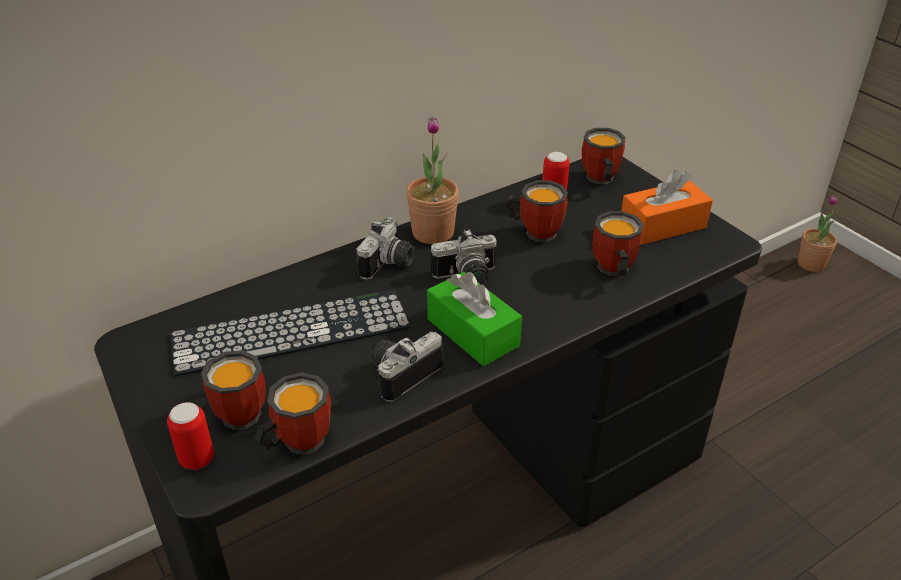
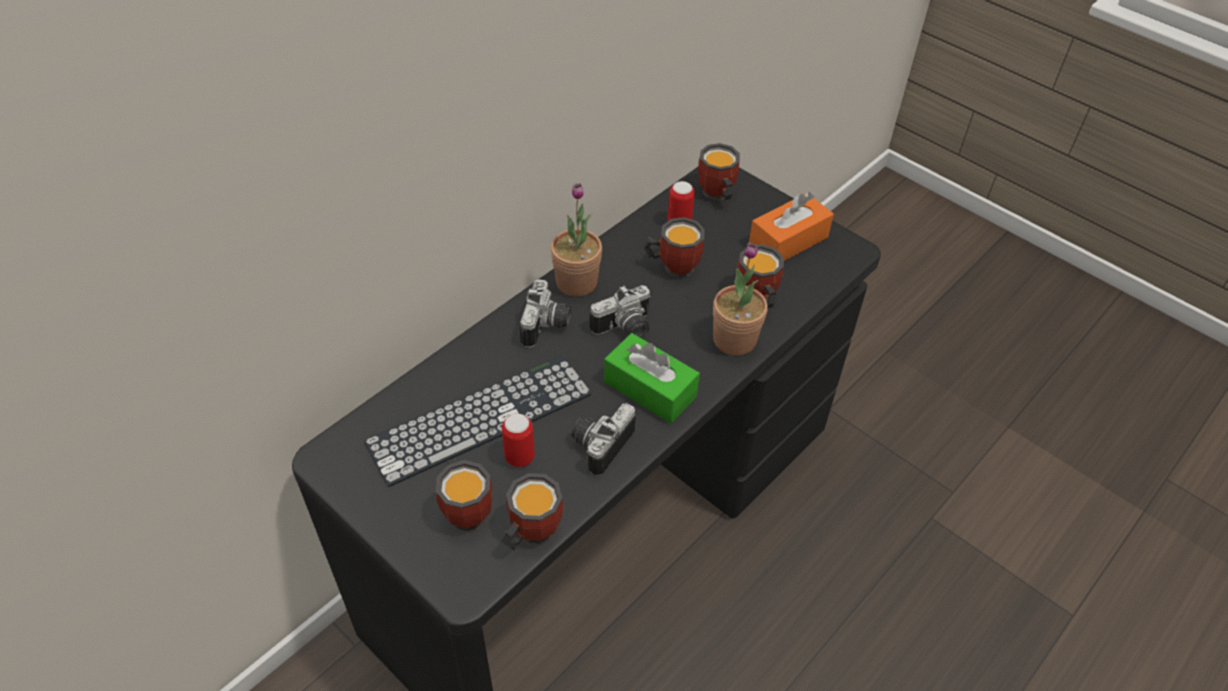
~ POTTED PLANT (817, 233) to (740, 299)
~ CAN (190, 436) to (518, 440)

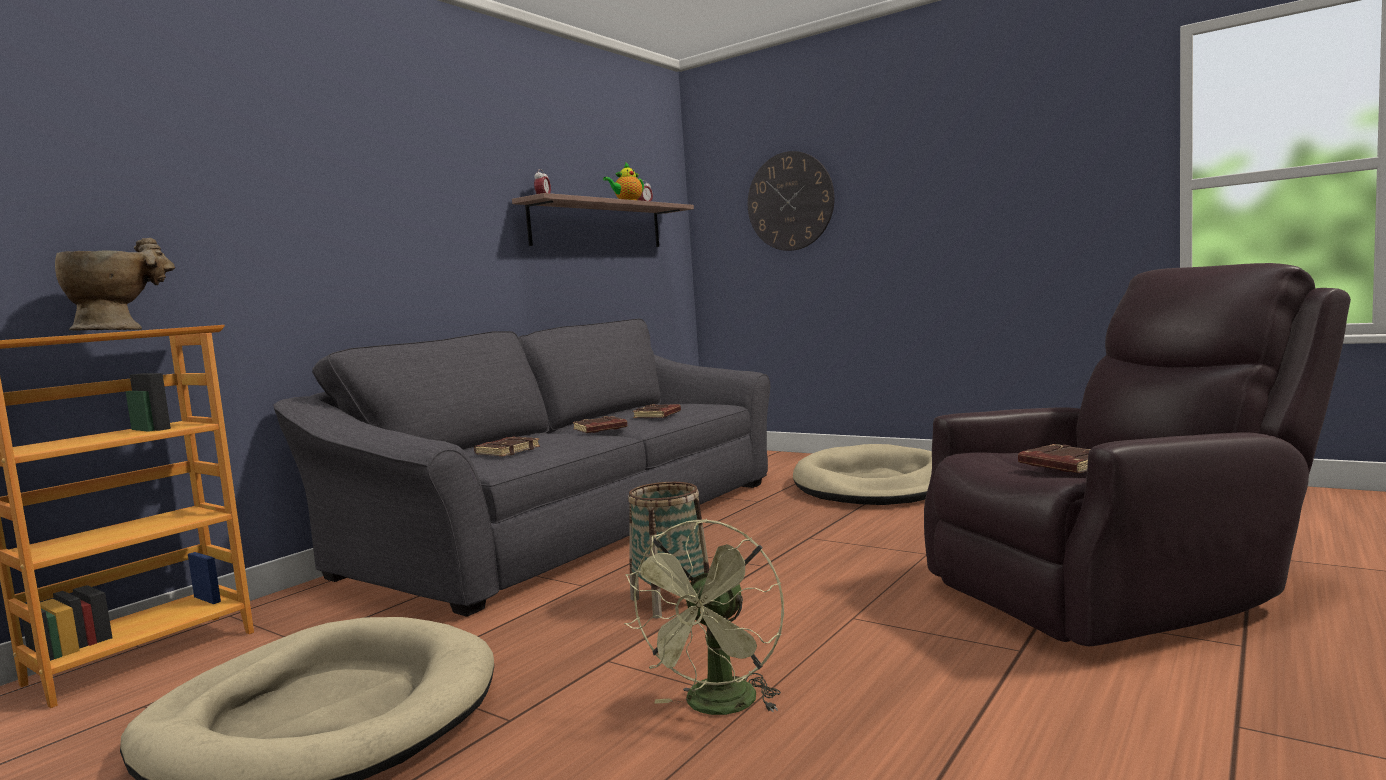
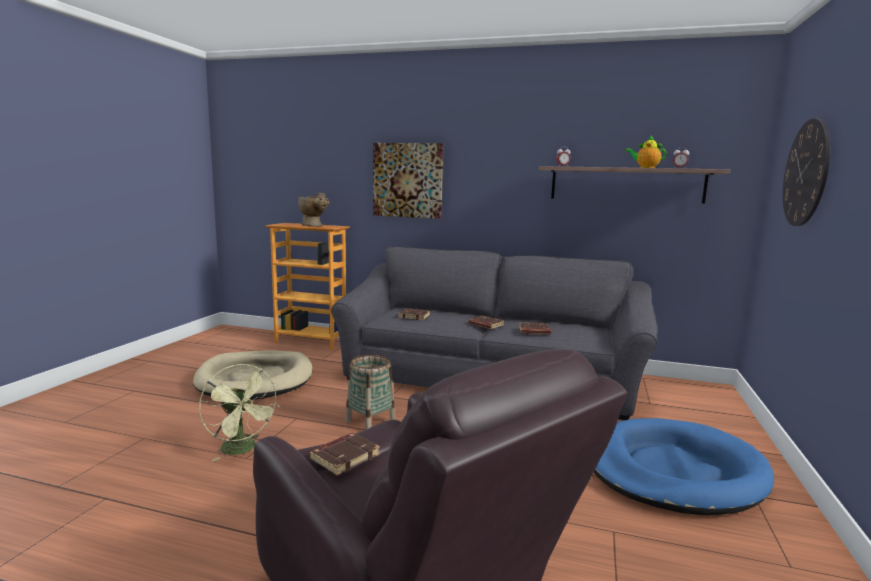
~ BEIGE DOG BED (862, 474) to BLUE DOG BED (684, 466)
~ GREEN FAN (704, 617) = (239, 412) 135 degrees counterclockwise
+ PICTURE (408, 181)

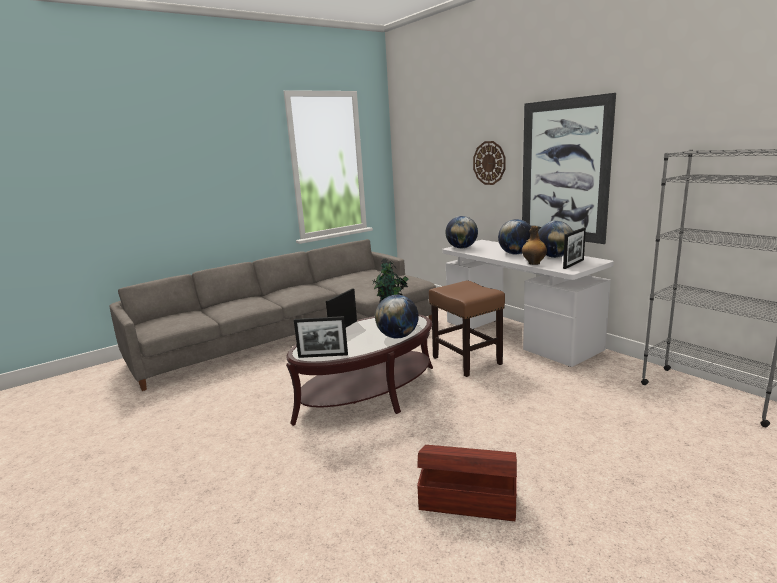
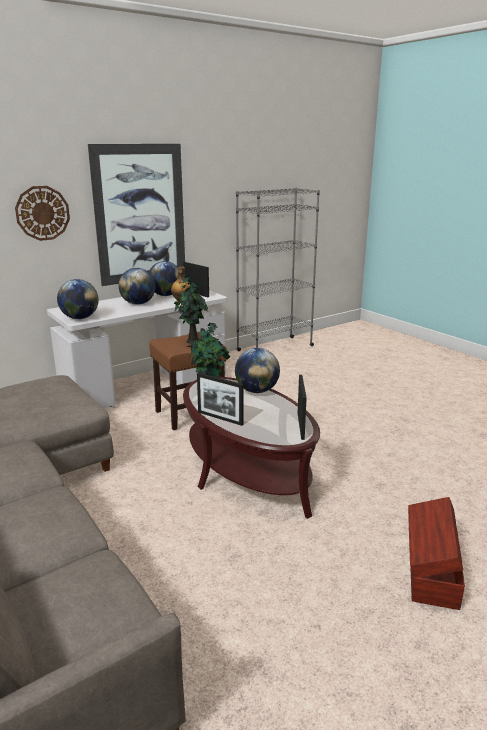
~ BROWN STORAGE BOX (467, 483) to (436, 553)
+ POTTED PLANT (191, 309)

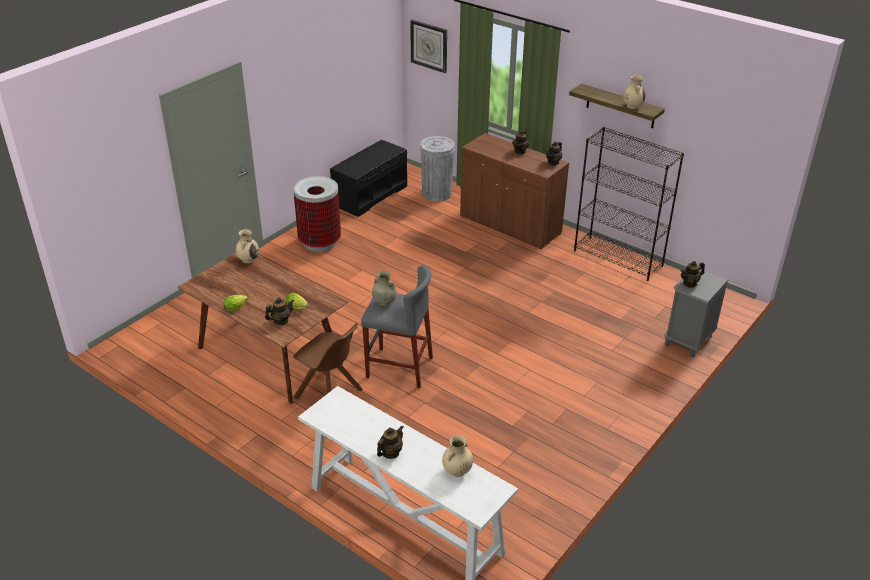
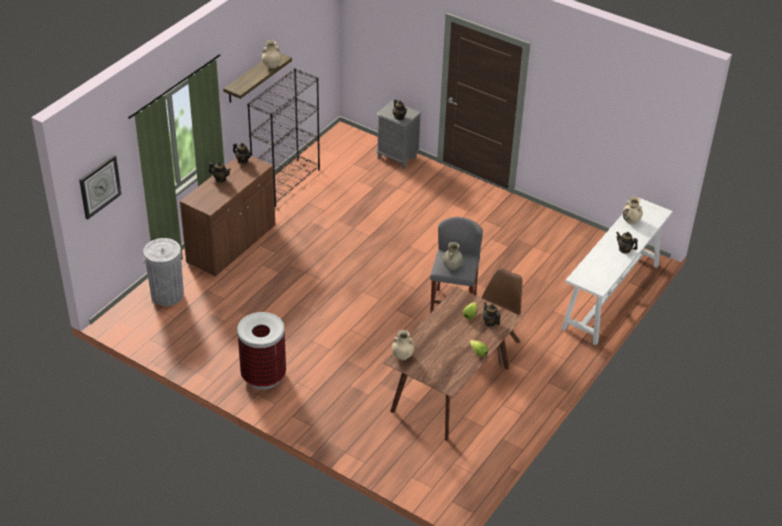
- BLACK BENCH (368, 178)

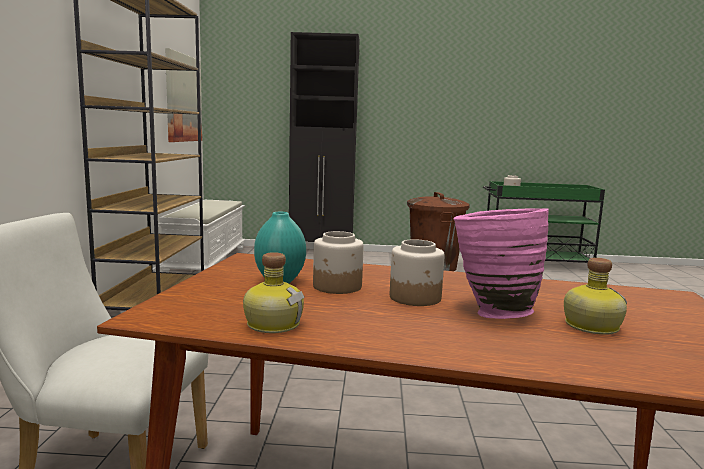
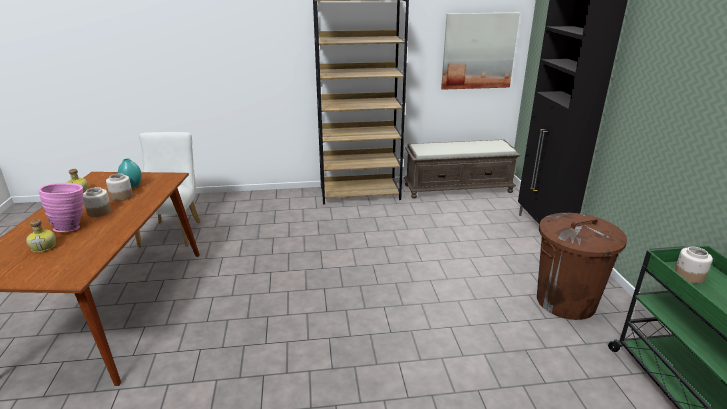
~ WHITE BENCH (201, 236) to BROWN BENCH (462, 168)

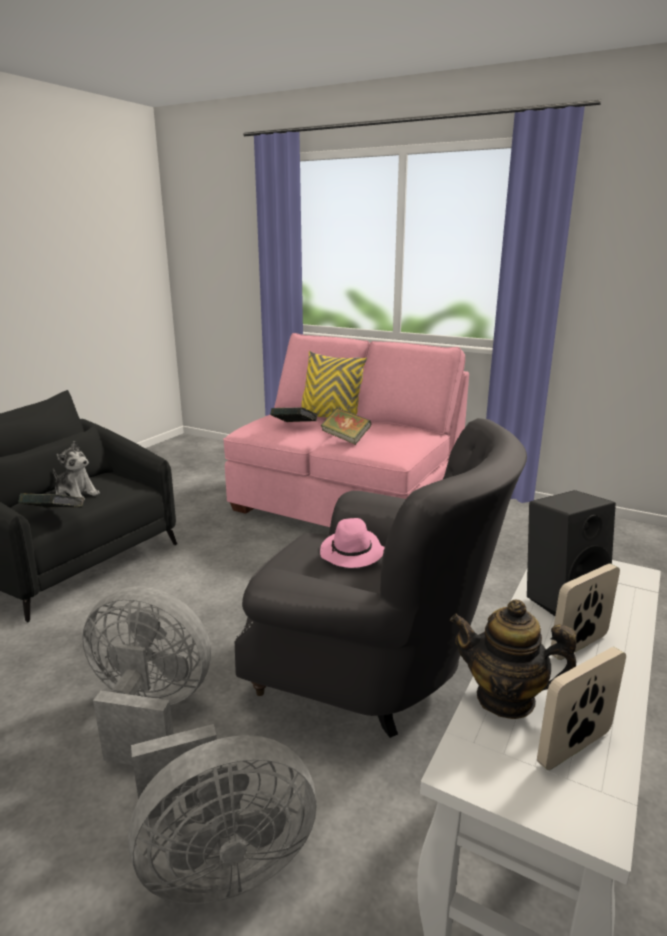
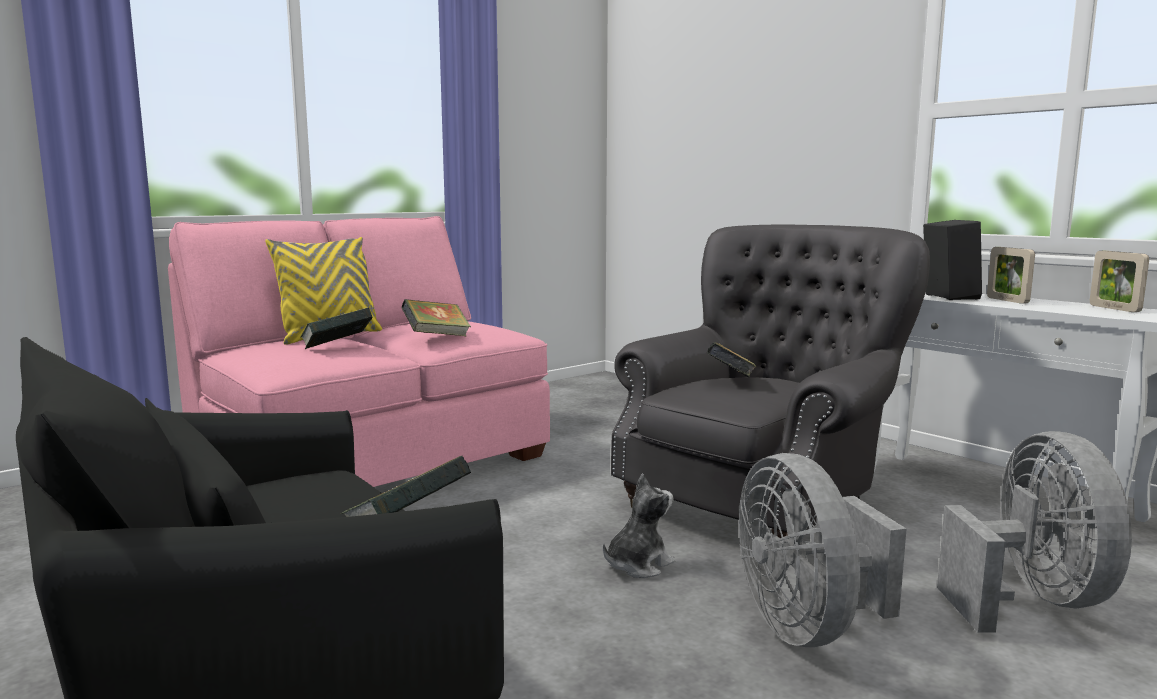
~ PLUSH TOY (76, 471) to (639, 525)
~ PINK HAT (352, 543) to BOOK (731, 359)
~ GREY FAN (146, 675) = (822, 550) 45 degrees counterclockwise
- TEAPOT (513, 659)

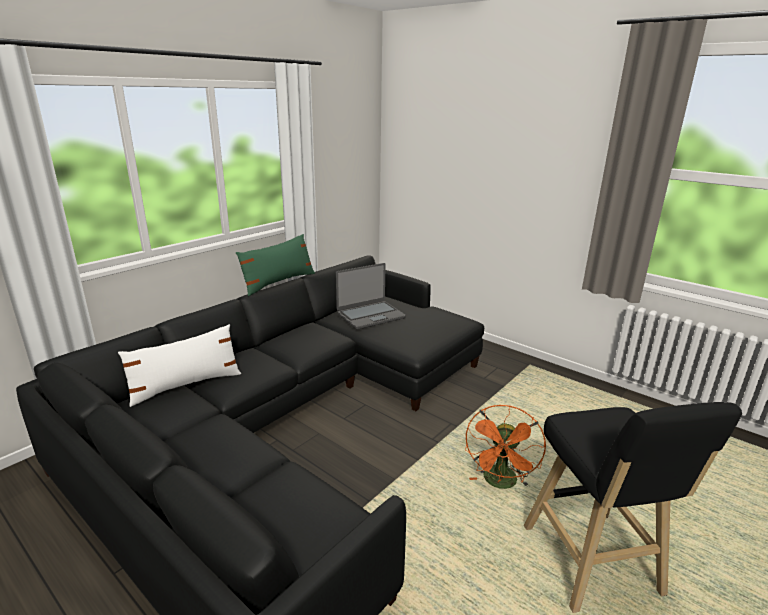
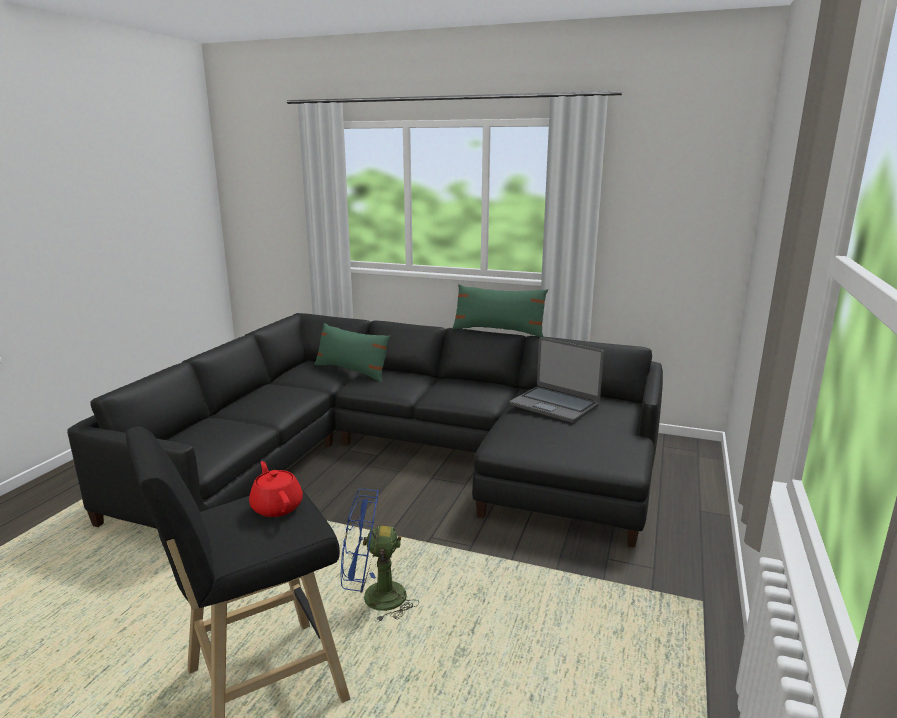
~ WHITE PILLOW (180, 365) to GREEN PILLOW (352, 352)
~ ORANGE FAN (505, 447) to BLUE FAN (380, 555)
+ RED TEAPOT (276, 489)

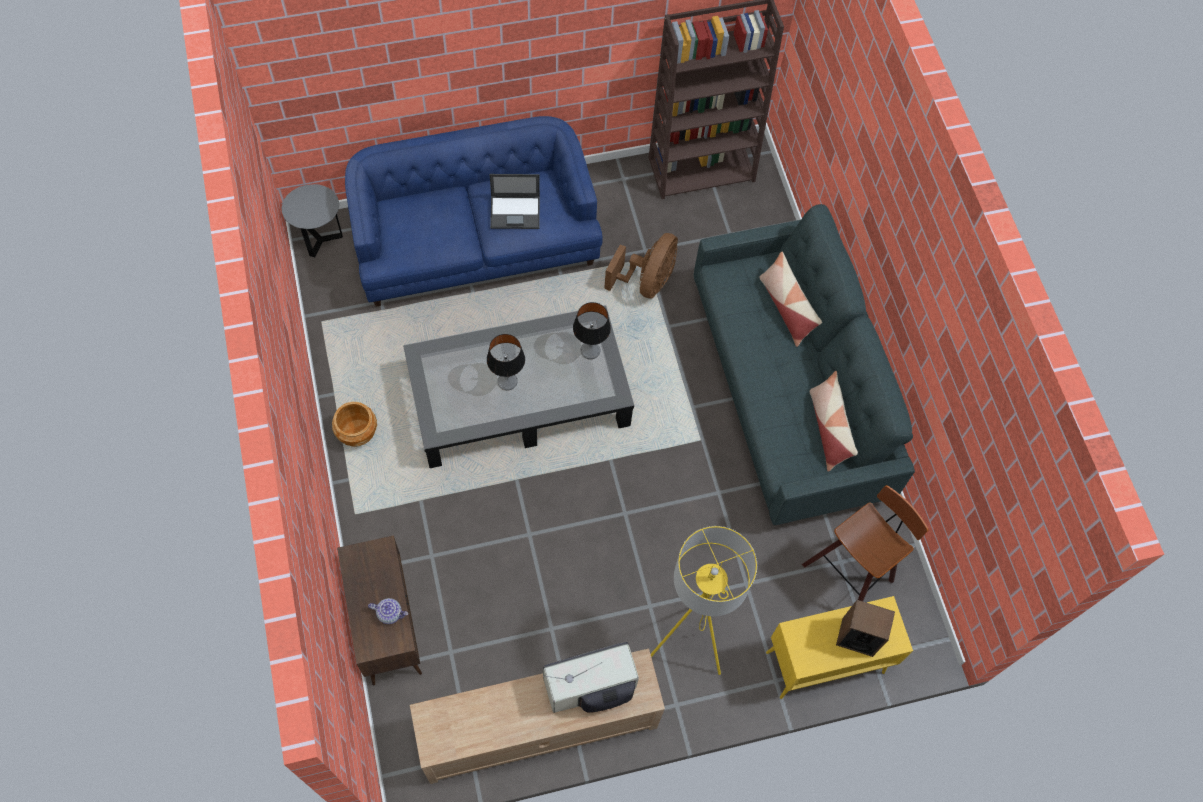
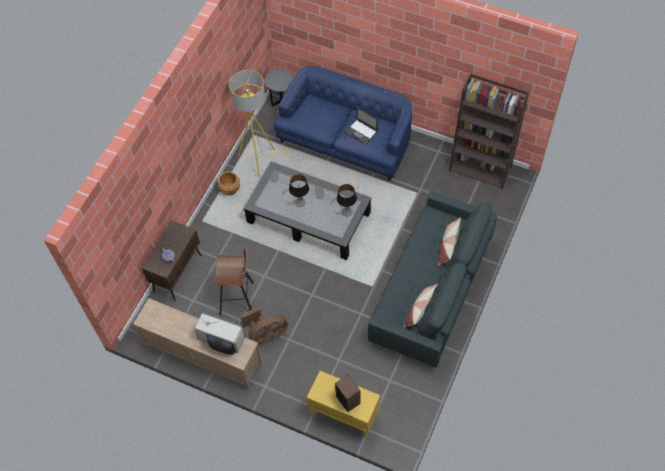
~ BROWN FAN (641, 266) to (264, 325)
~ STOOL (865, 543) to (234, 281)
~ YELLOW FLOOR LAMP (704, 600) to (259, 123)

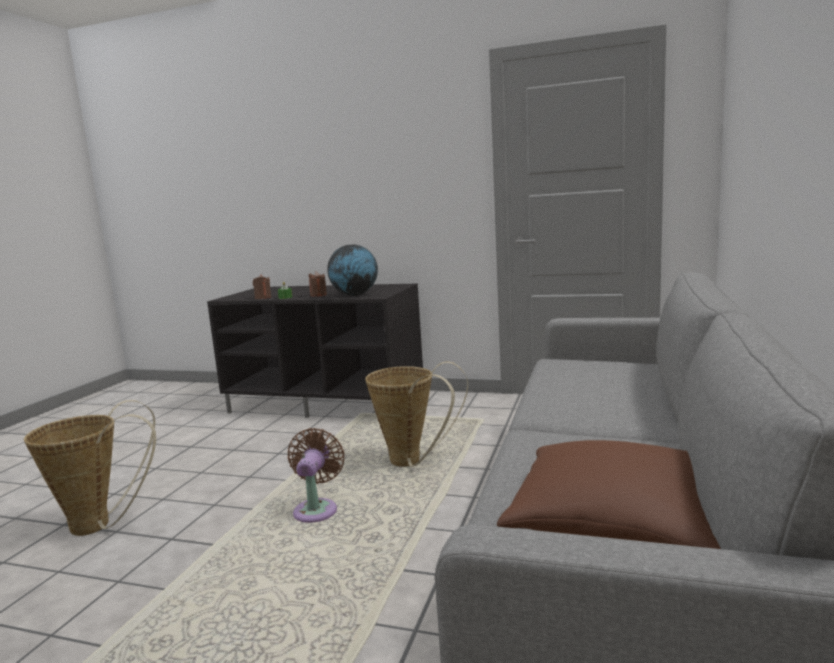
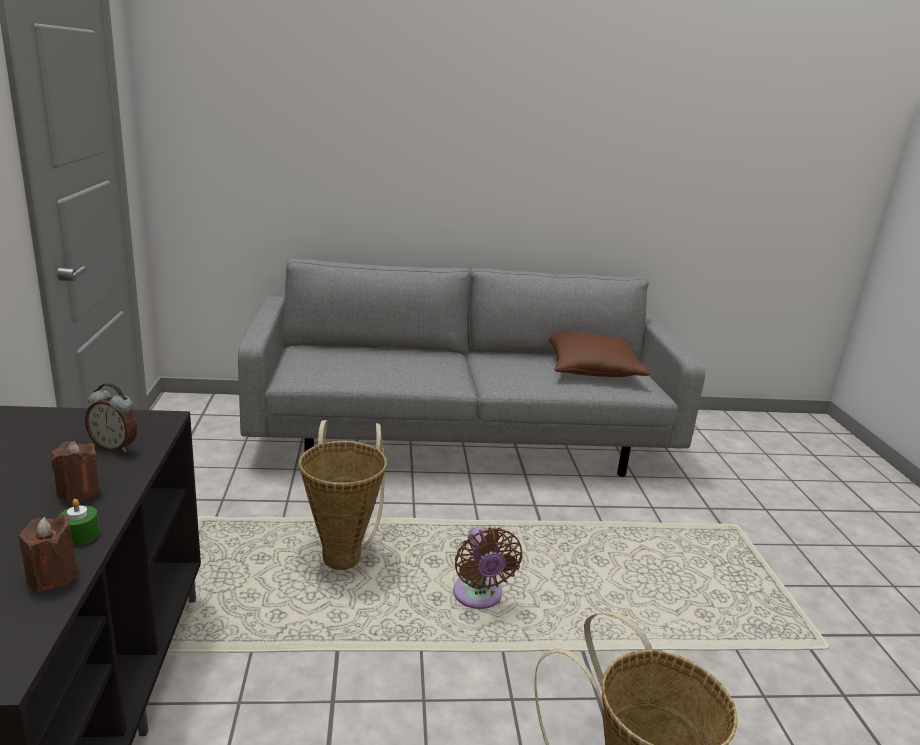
~ GLOBE (352, 270) to ALARM CLOCK (111, 417)
~ BROWN FAN (316, 475) = (487, 568) 90 degrees counterclockwise

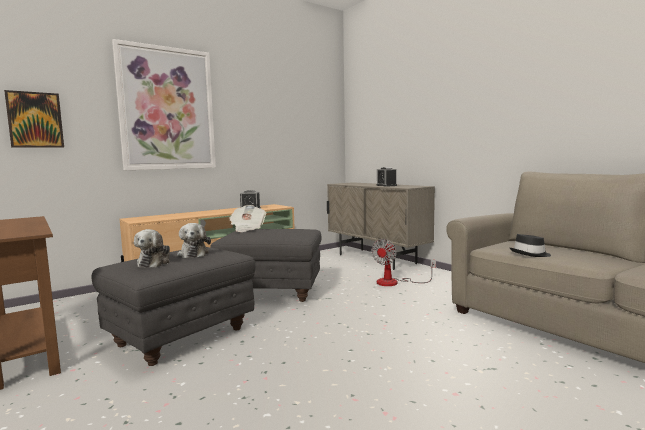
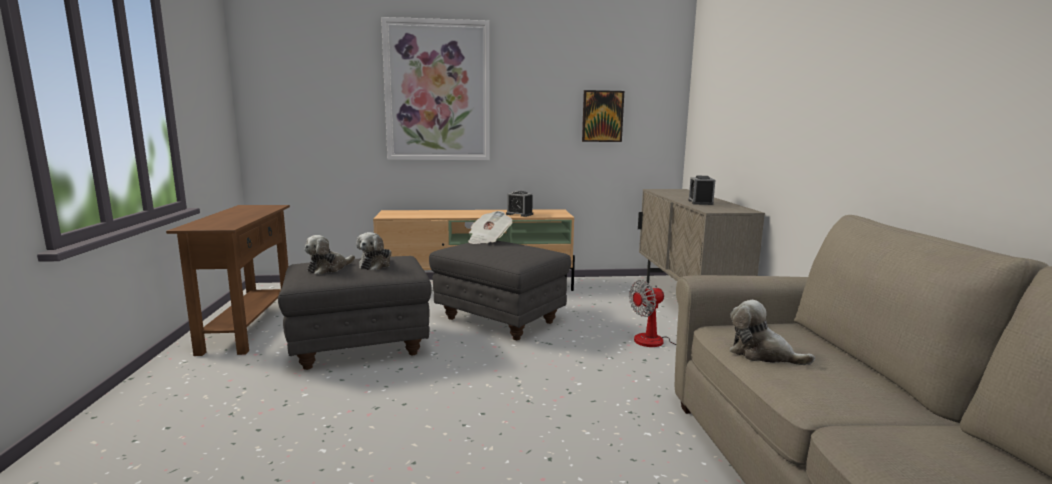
~ PICTURE (34, 119) to (603, 116)
~ BLACK HAT (530, 245) to PLUSH TOY (772, 332)

